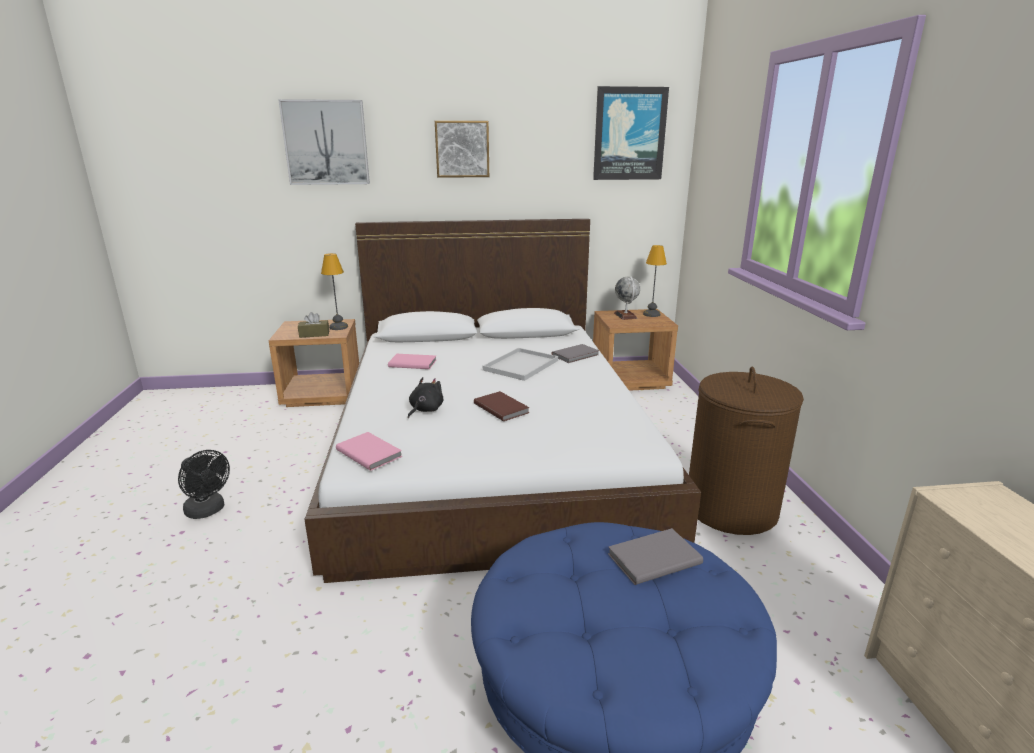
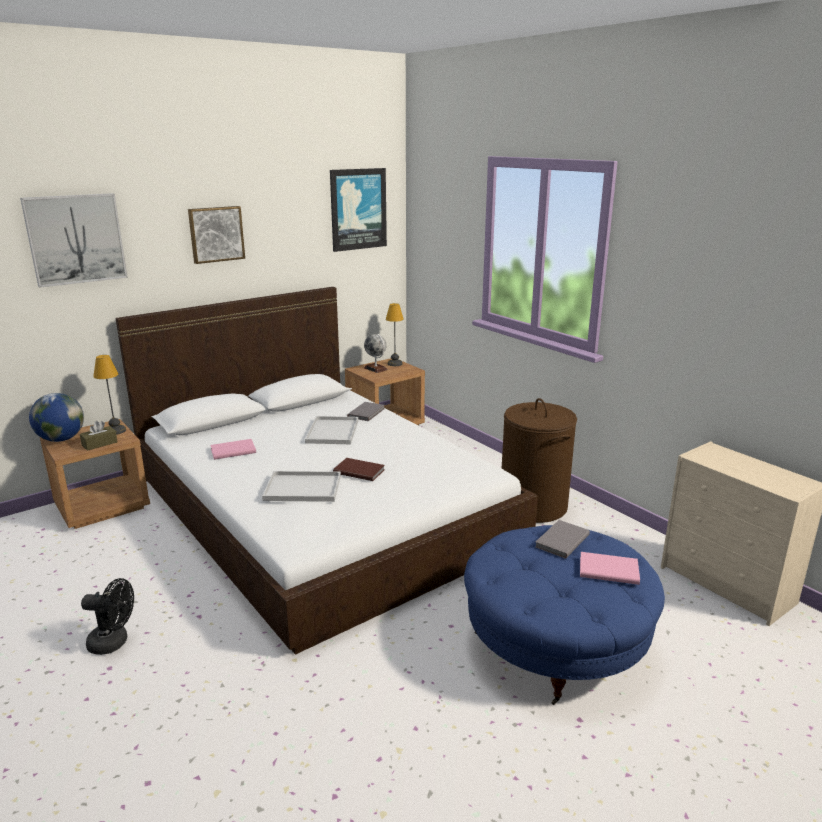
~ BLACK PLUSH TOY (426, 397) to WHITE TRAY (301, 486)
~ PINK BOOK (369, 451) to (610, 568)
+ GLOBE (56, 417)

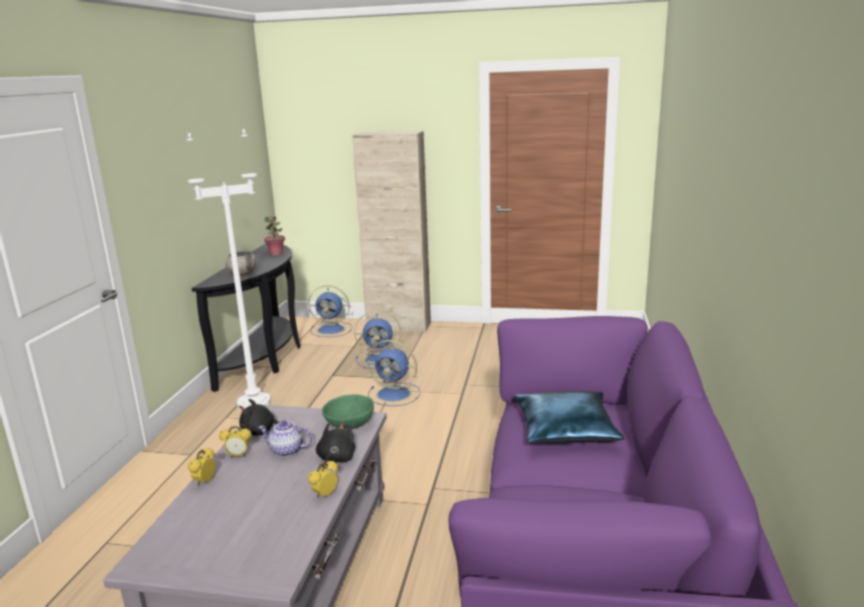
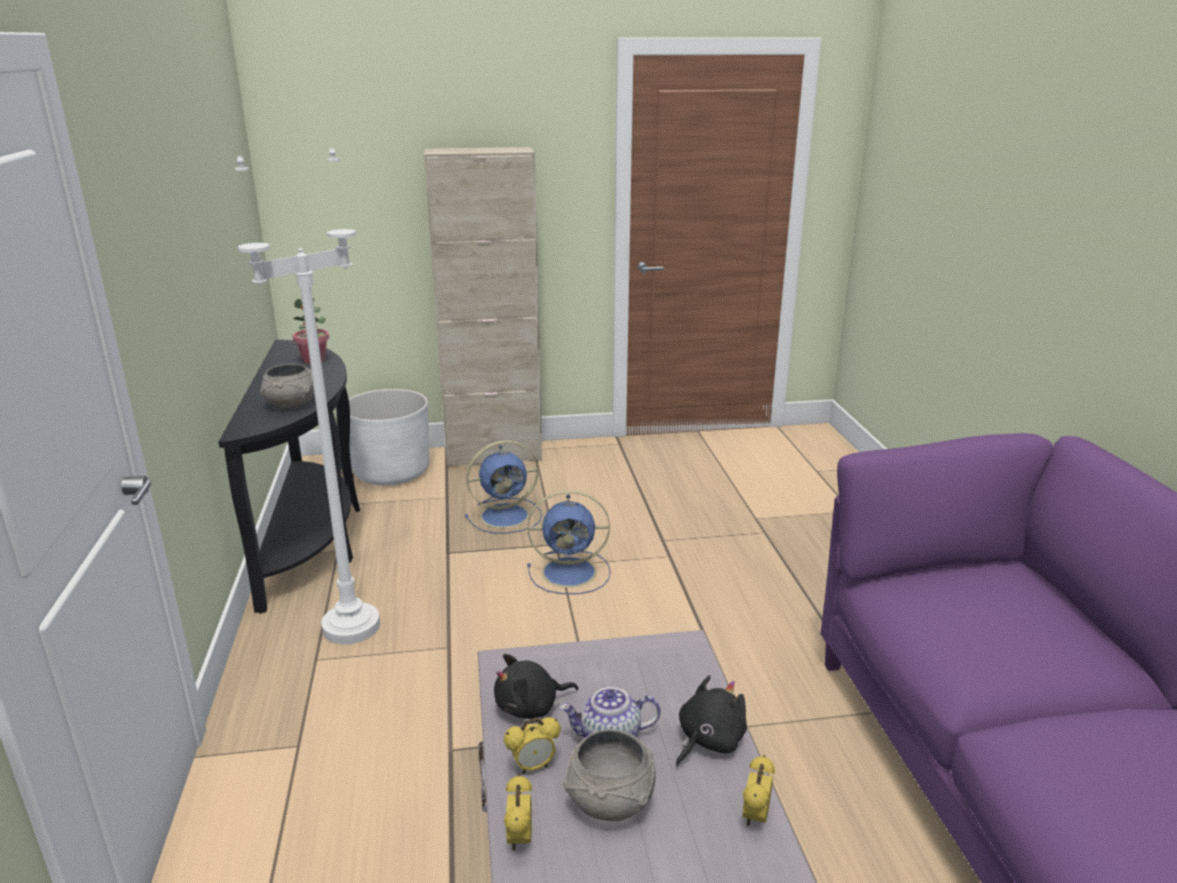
~ BLUE FAN (330, 311) to WHITE PLANTER (389, 437)
- BLUE PILLOW (568, 417)
- GREEN BOWL (348, 412)
~ BLACK PLUSH TOY (336, 445) = (711, 720) 45 degrees clockwise
+ GREY BOWL (610, 775)

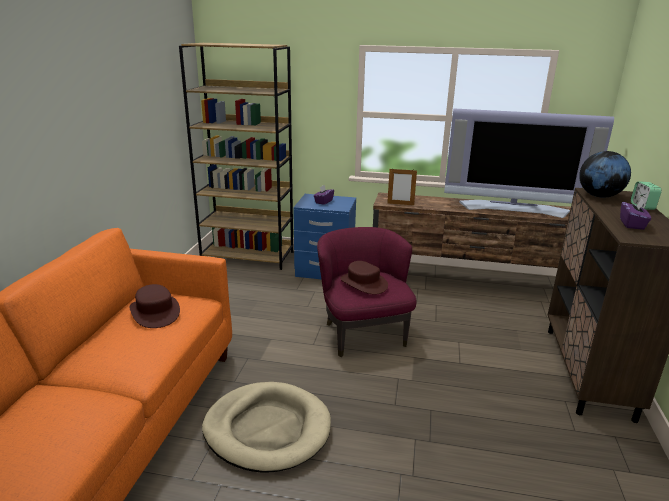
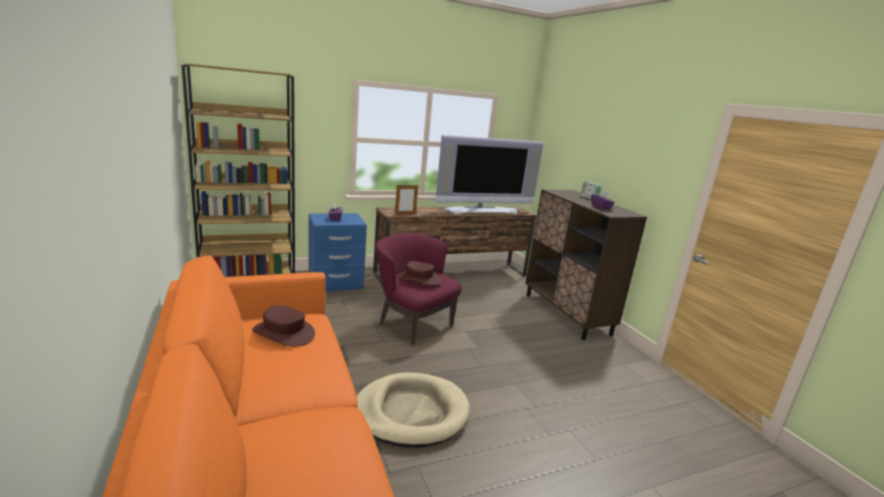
- GLOBE (605, 174)

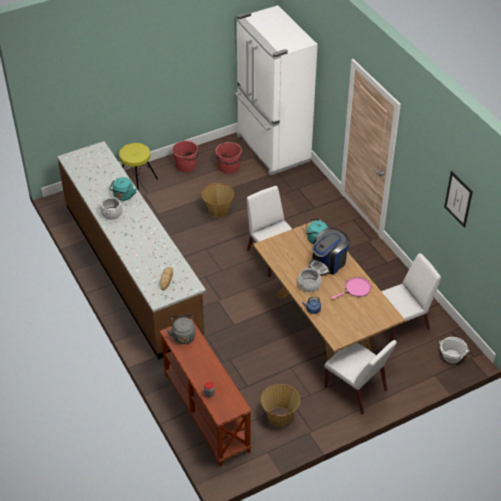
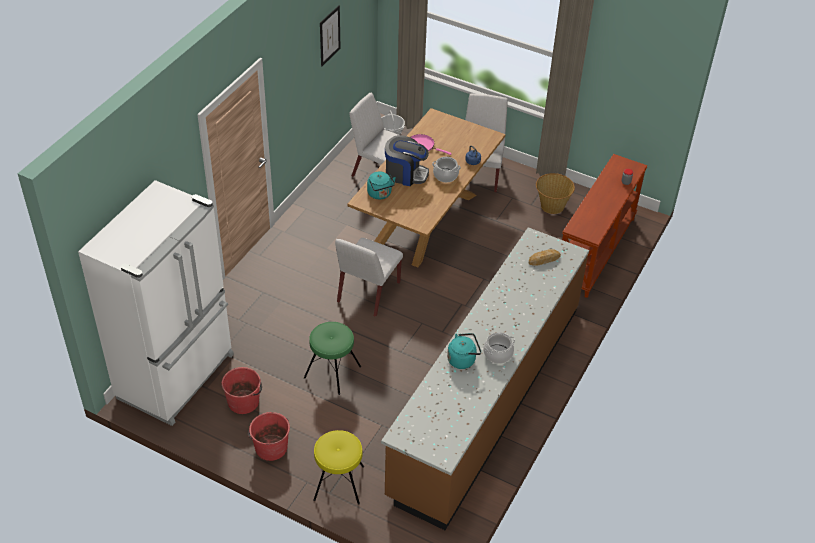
~ BASKET (217, 200) to GREEN STOOL (332, 358)
- GREY KETTLE (181, 329)

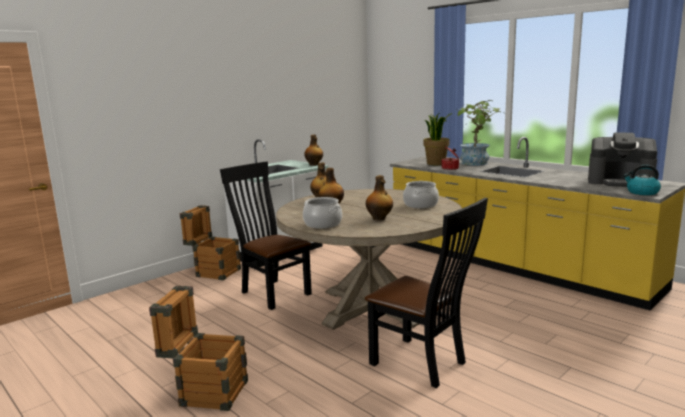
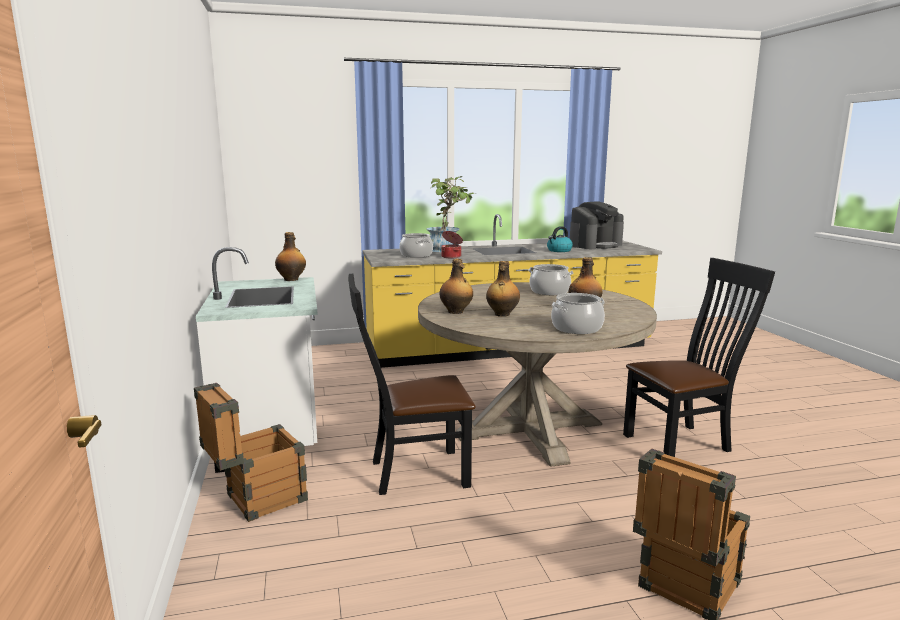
~ POTTED PLANT (438, 138) to COOKING POT (416, 245)
~ KETTLE (642, 180) to (560, 239)

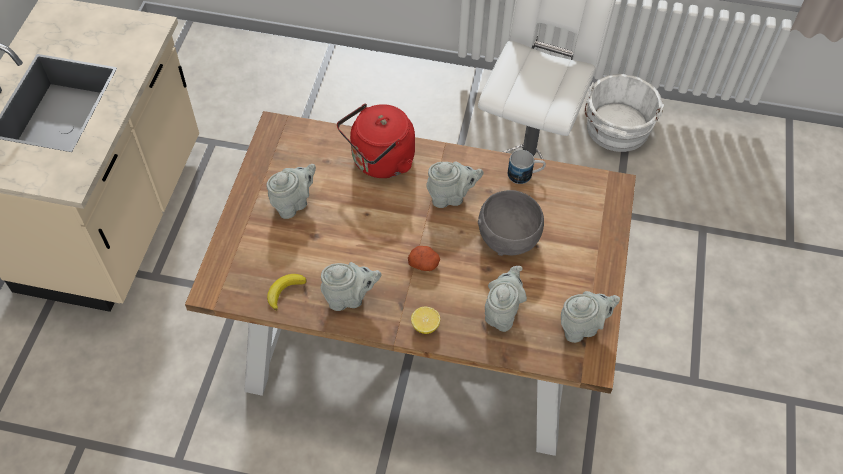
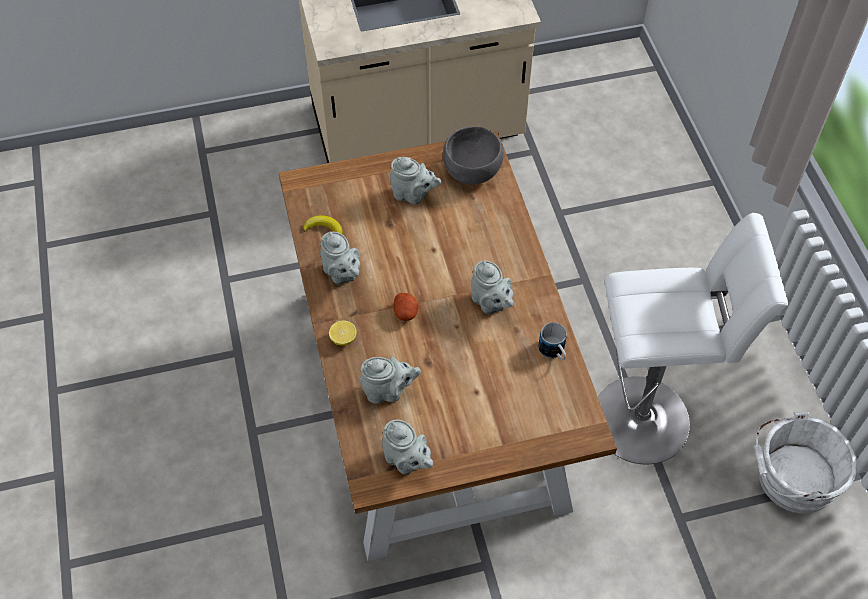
- RED KETTLE (376, 140)
~ GREY BOWL (511, 223) to (473, 155)

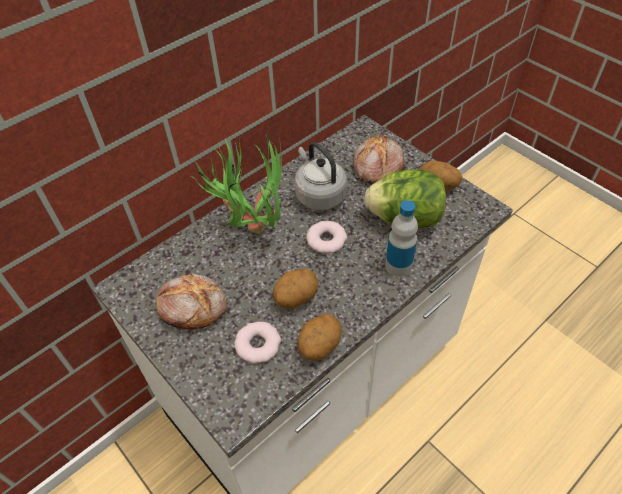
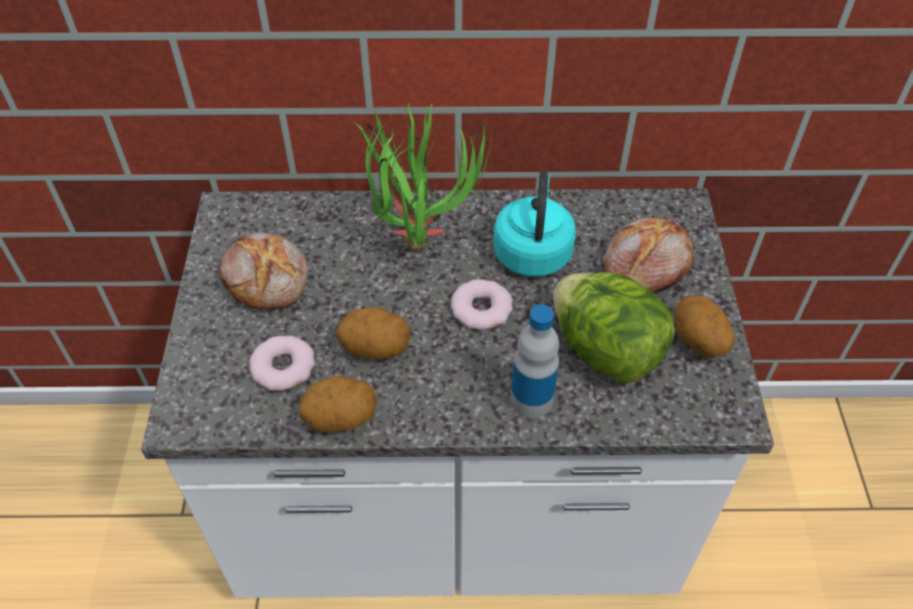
~ GREY KETTLE (320, 176) to TURQUOISE KETTLE (535, 224)

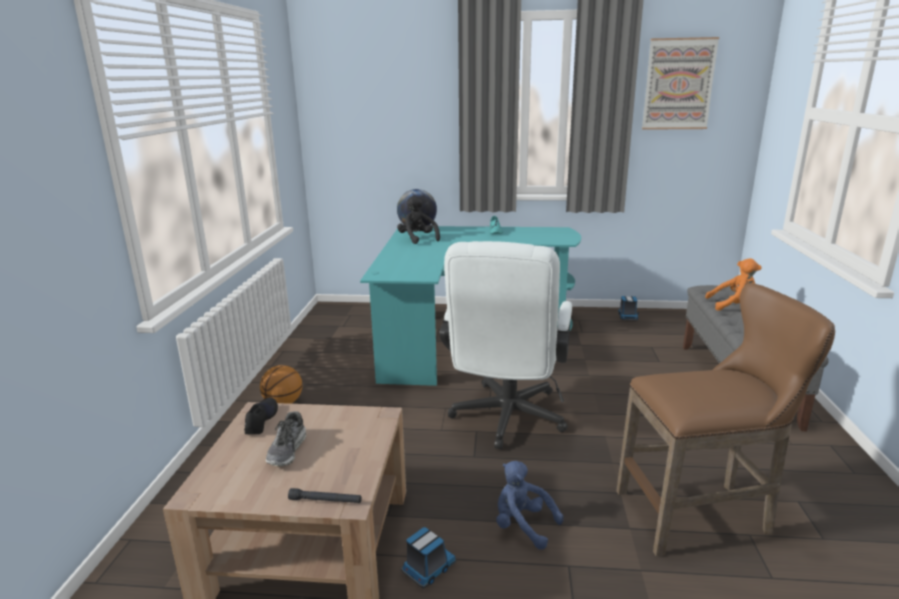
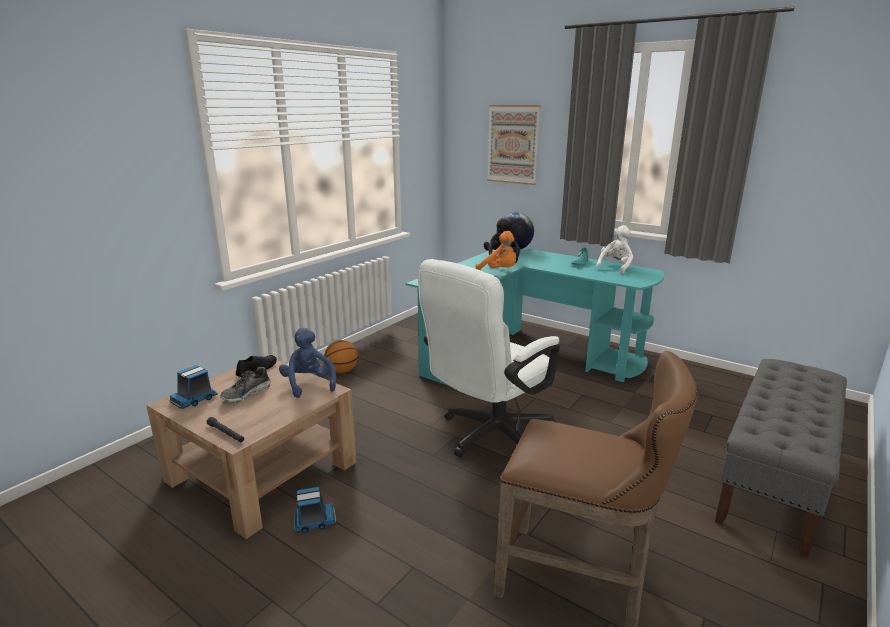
~ PICTURE (680, 83) to (514, 145)
~ ORANGE PLUSH TOY (733, 284) to (496, 250)
~ TOY TRUCK (628, 308) to (194, 387)
~ BLUE PLUSH TOY (530, 505) to (307, 363)
+ WHITE PLUSH TOY (614, 249)

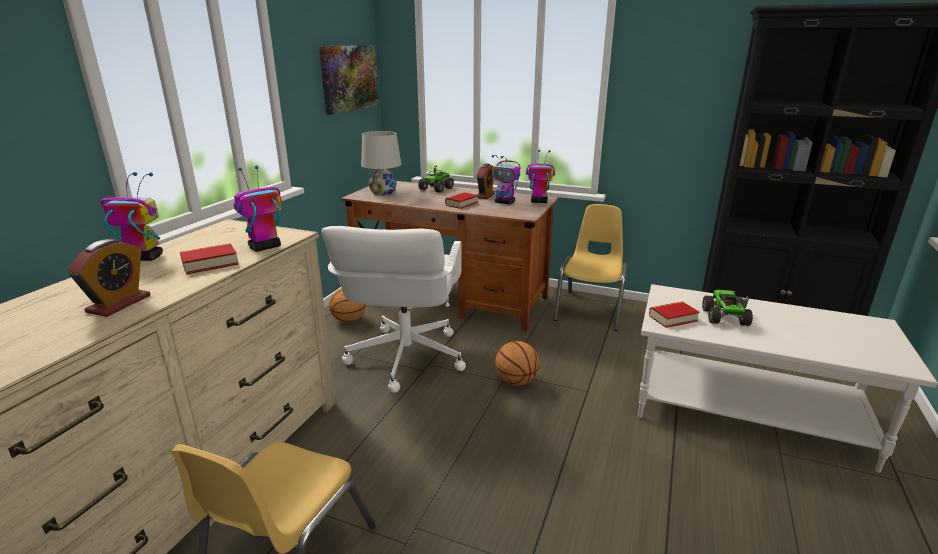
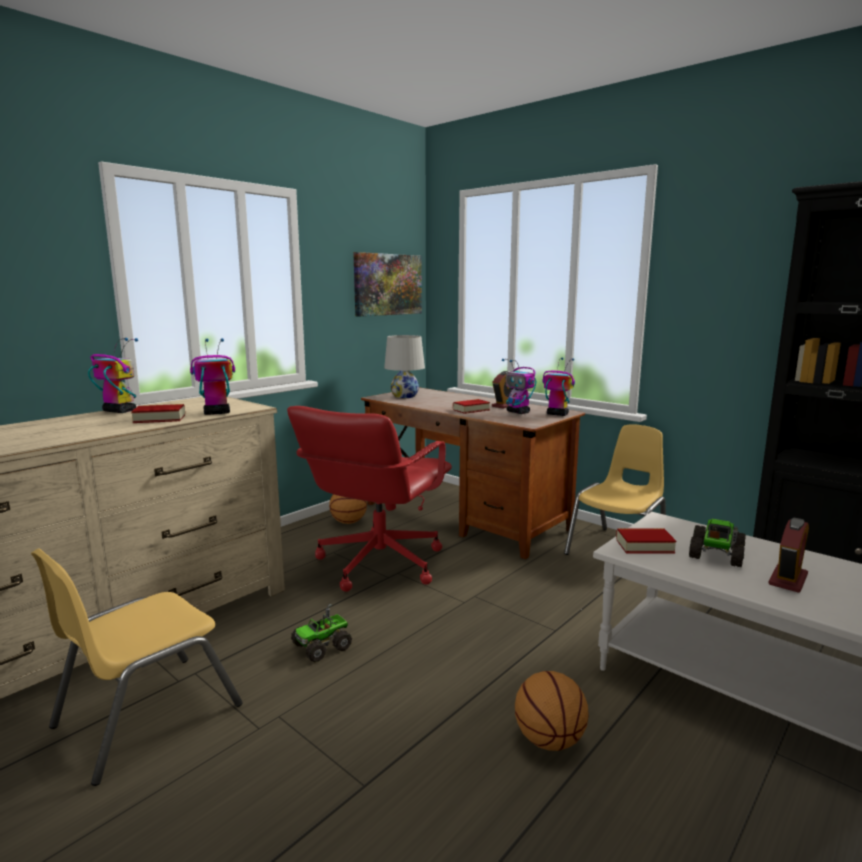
~ TOY TRUCK (436, 179) to (321, 633)
~ WHITE OFFICE CHAIR (394, 309) to RED OFFICE CHAIR (369, 499)
~ ALARM CLOCK (108, 278) to (789, 555)
~ BASKETBALL (517, 363) to (552, 711)

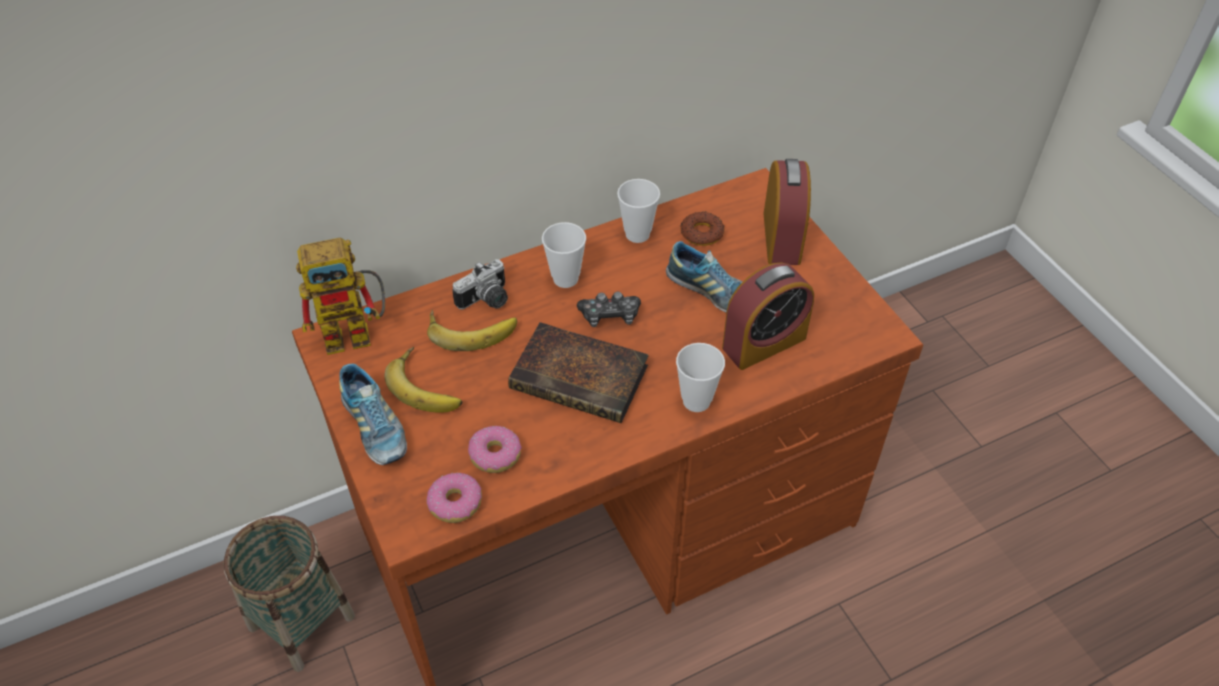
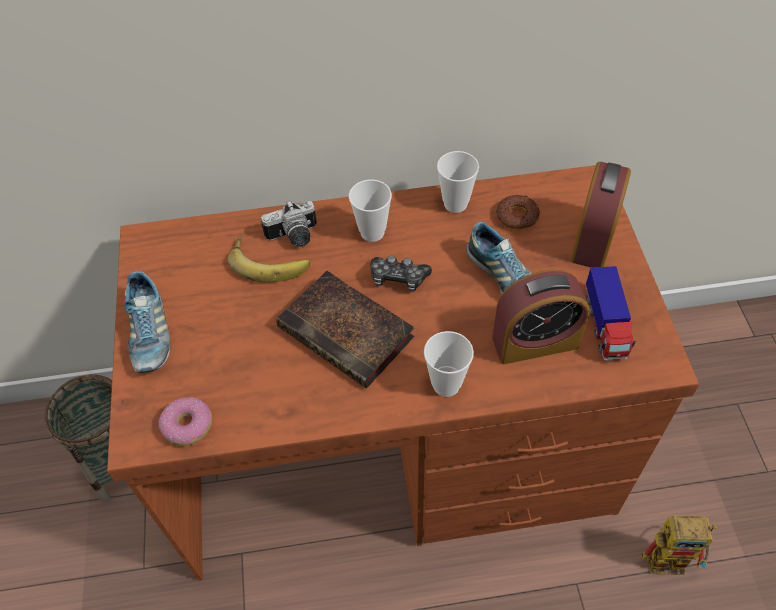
~ TOY ROBOT (340, 296) to (679, 545)
- BANANA (423, 380)
- DONUT (495, 449)
+ TOY TRUCK (611, 313)

